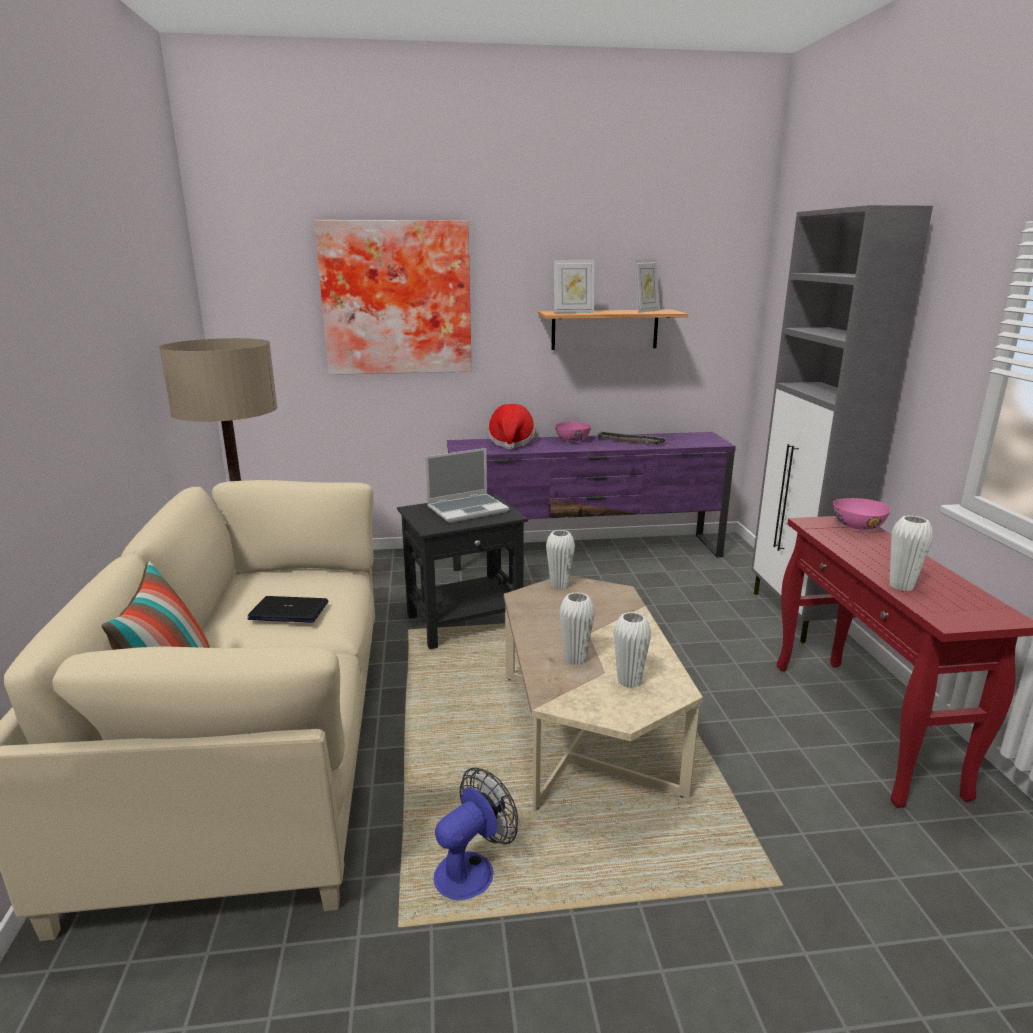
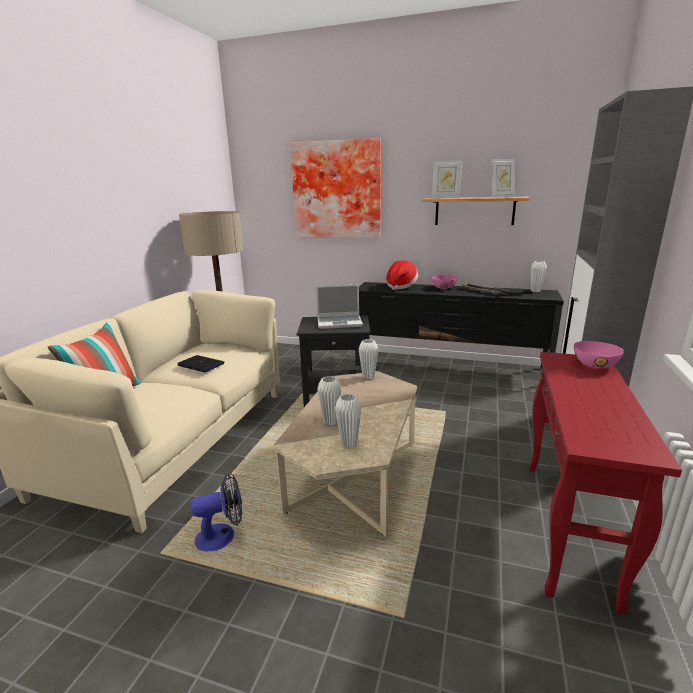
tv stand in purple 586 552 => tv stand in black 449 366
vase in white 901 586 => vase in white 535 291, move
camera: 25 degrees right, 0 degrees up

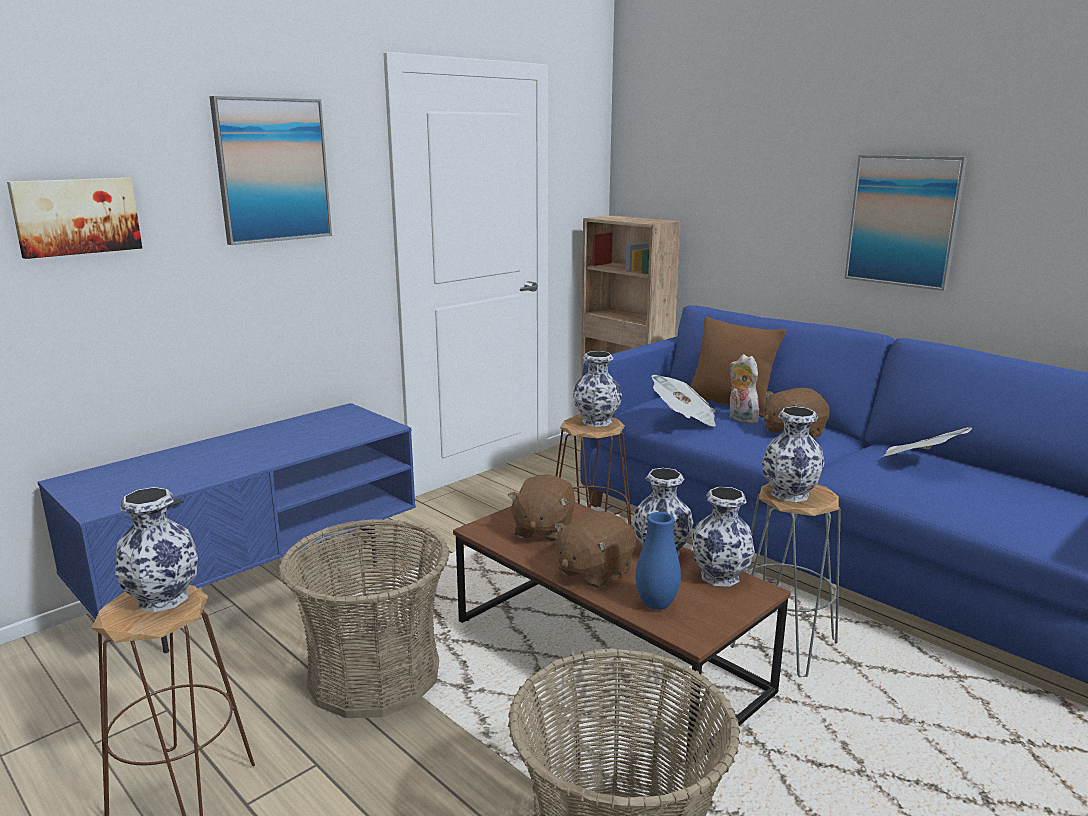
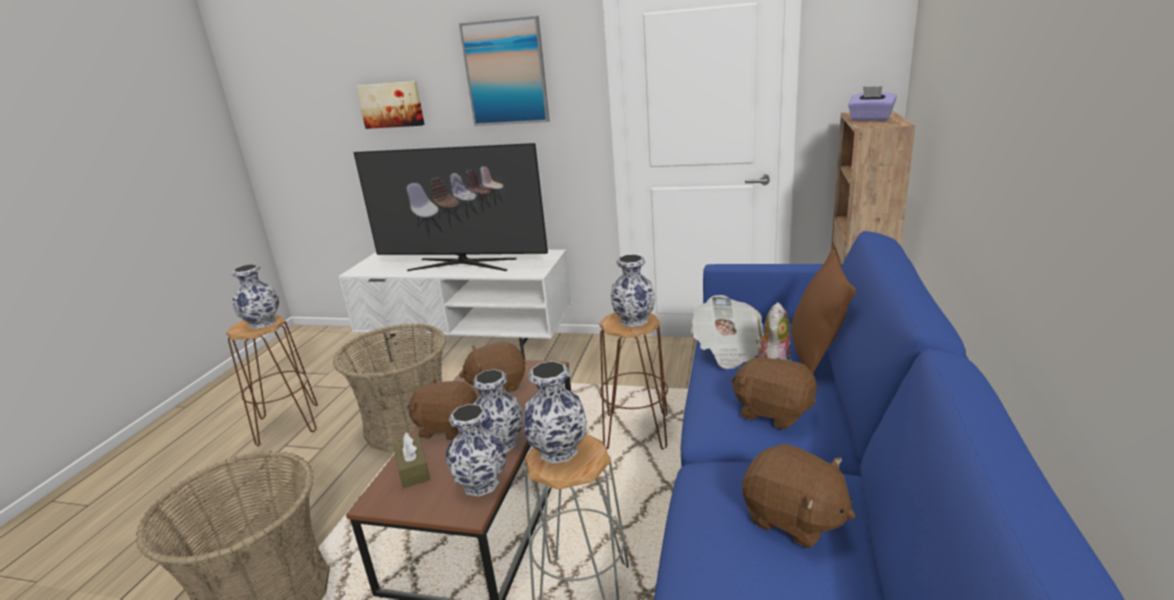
tv stand in blue 257 585 => tv stand in white 470 349
vase in blue 656 605 => tissue box in brown 413 470
picture 903 221 => nothing
newspaper 920 462 => plush toy in brown 793 519
nothing => television 462 264
nothing => tissue box in purple 870 119
camera: 60 degrees right, 5 degrees up

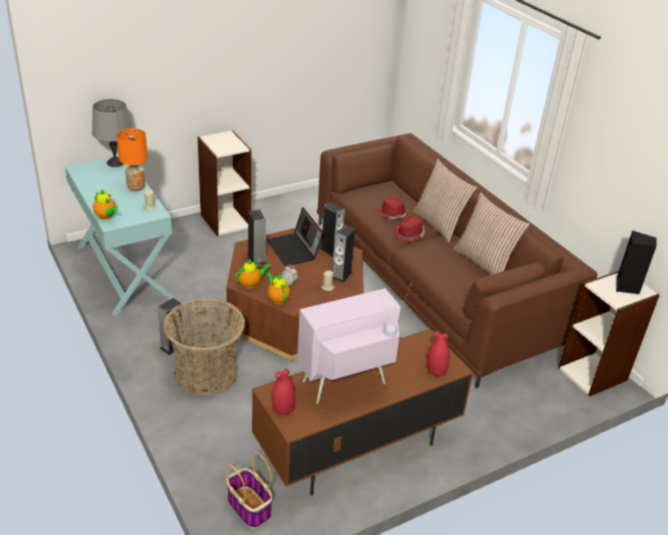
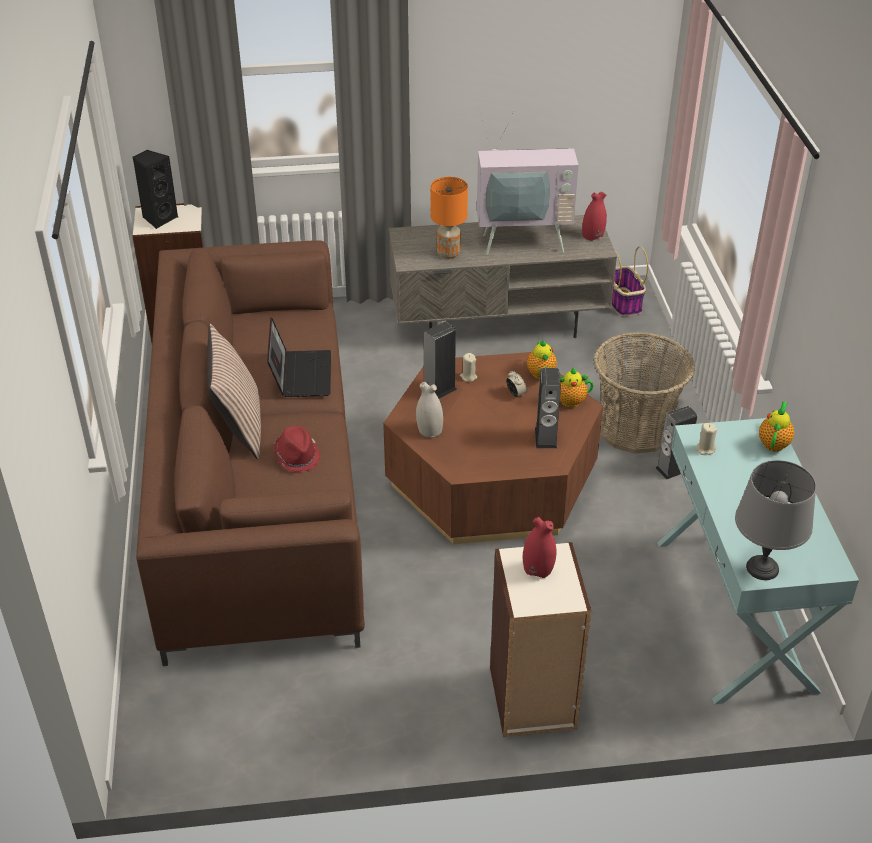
teapot 106 217 => teapot 774 443, 45 degrees clockwise
table lamp in orange 136 187 => table lamp in orange 448 254, move
tv stand in brown 357 448 => tv stand in grey 499 322
laptop 294 250 => laptop 300 374, move
speaker 331 250 => vase in white 429 430
hat in red 409 234 => nothing
vase in red 436 370 => vase in red 538 569, move
pillow 484 262 => nothing
camera: 155 degrees left, 5 degrees up

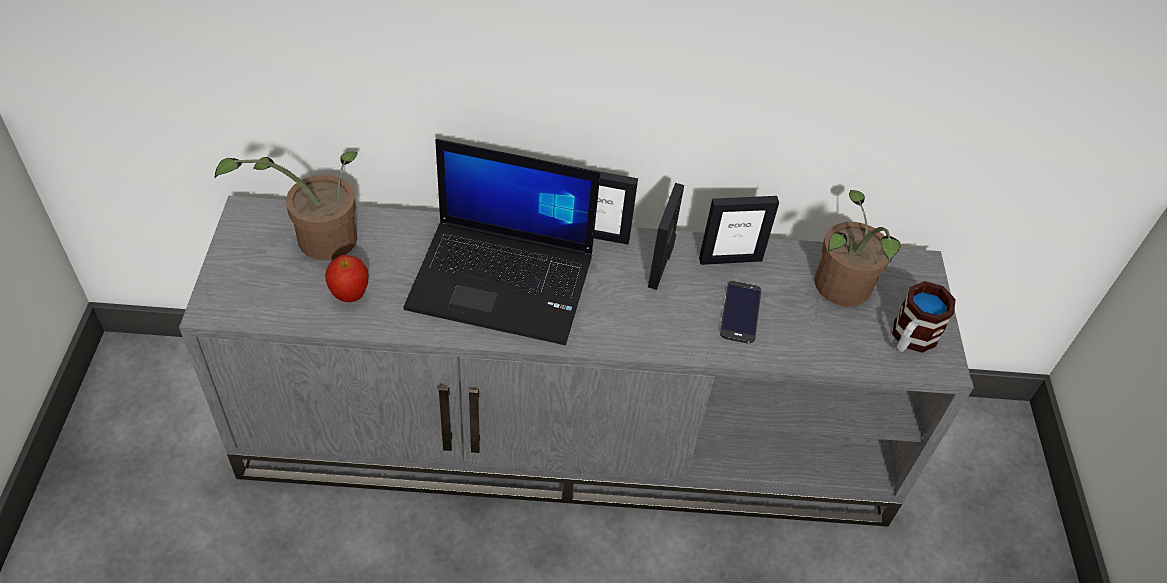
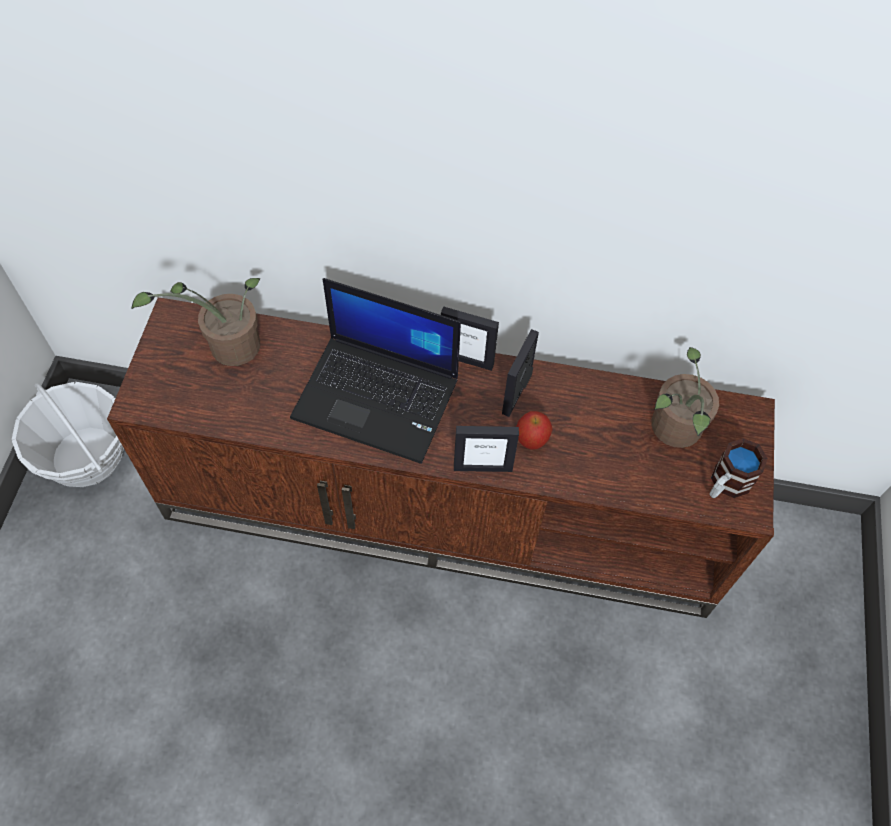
tv stand in grey 572 435 => tv stand in brown 445 507
apple 350 295 => apple 531 441, move
picture frame 730 259 => picture frame 482 467, move
phone 740 312 => nothing
nothing => basket 86 456
camera: 10 degrees right, 10 degrees up

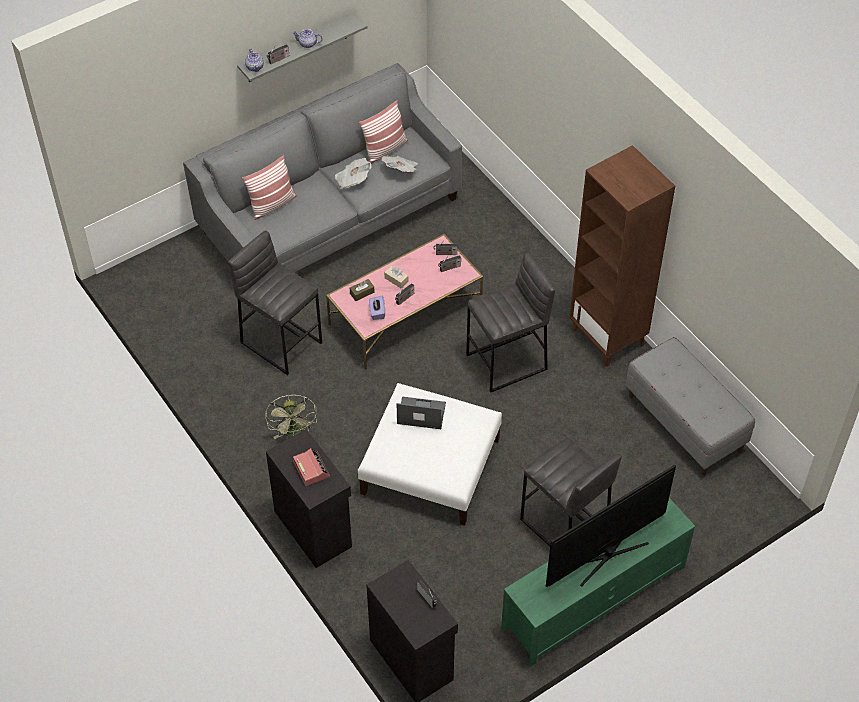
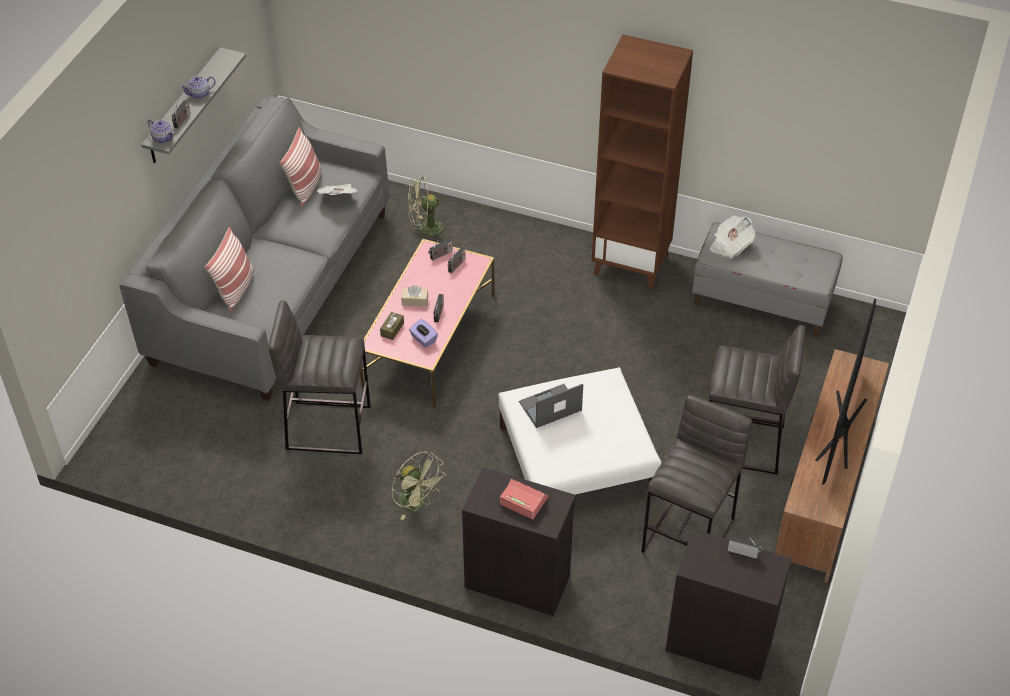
newspaper 352 180 => newspaper 730 245, move
stool in grey 507 362 => stool in grey 689 535, move
tv stand in green 593 598 => tv stand in brown 824 491
nothing => fan in green 425 230
camera: 35 degrees left, 5 degrees down

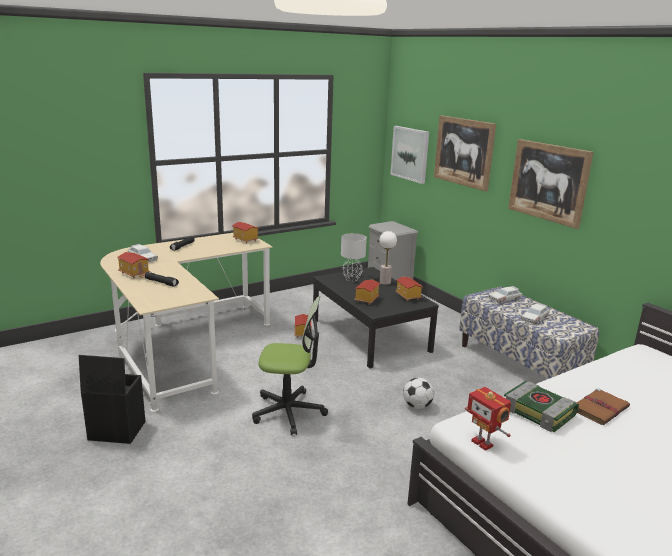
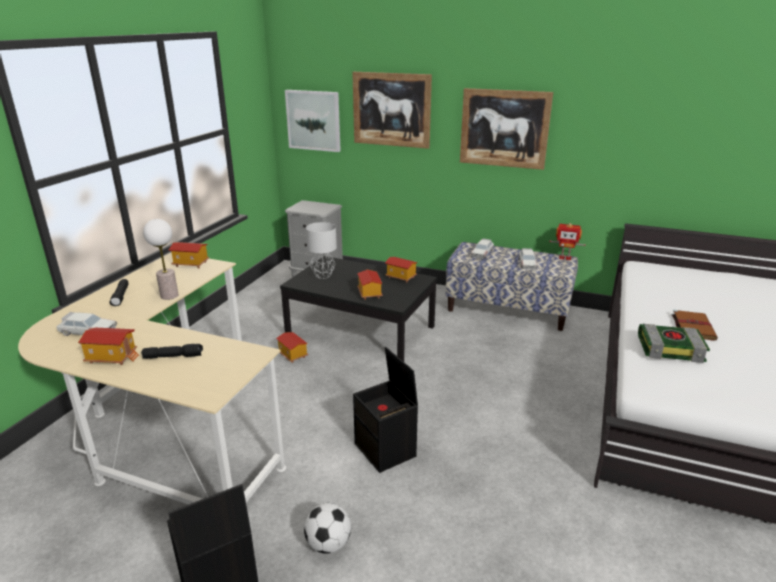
office chair 289 412 => storage box in black 386 450
table lamp 385 282 => table lamp 169 296, move
football 417 406 => football 328 544, move
toy robot 483 443 => toy robot 565 257, move
camera: 35 degrees left, 5 degrees up

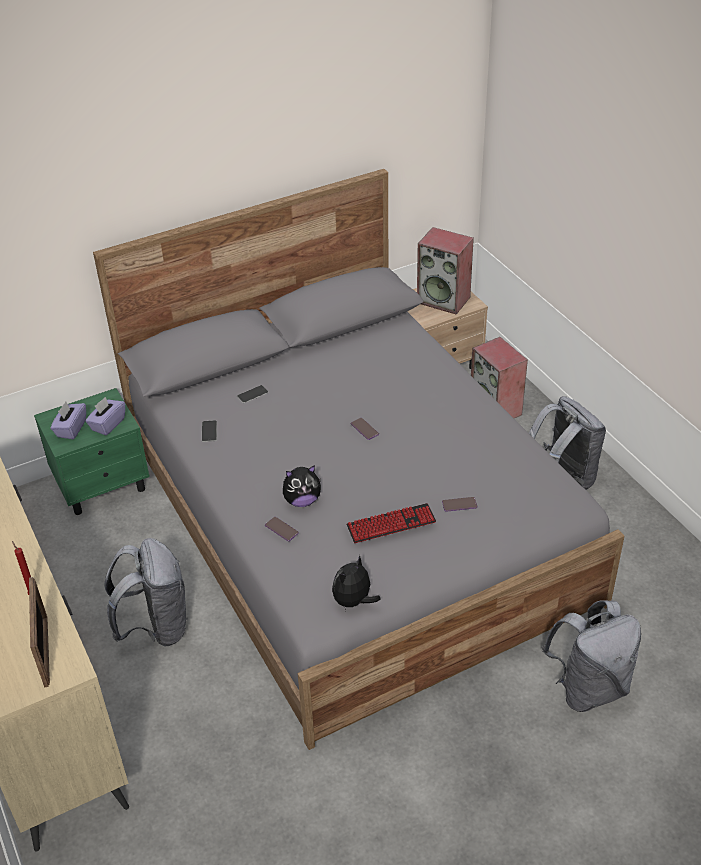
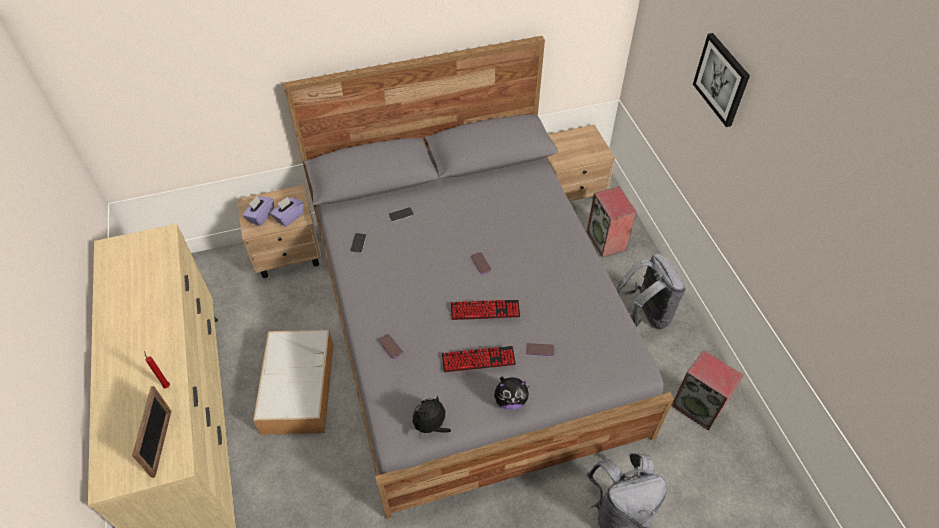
nightstand in green 103 485 => nightstand in beige 289 255
backpack in grey 156 627 => storage box 298 386
plush toy 302 500 => plush toy 510 400, move
speaker 444 300 => speaker 698 406, move
nothing => keyboard 485 310
nothing => picture 722 79
camera: 10 degrees right, 10 degrees up

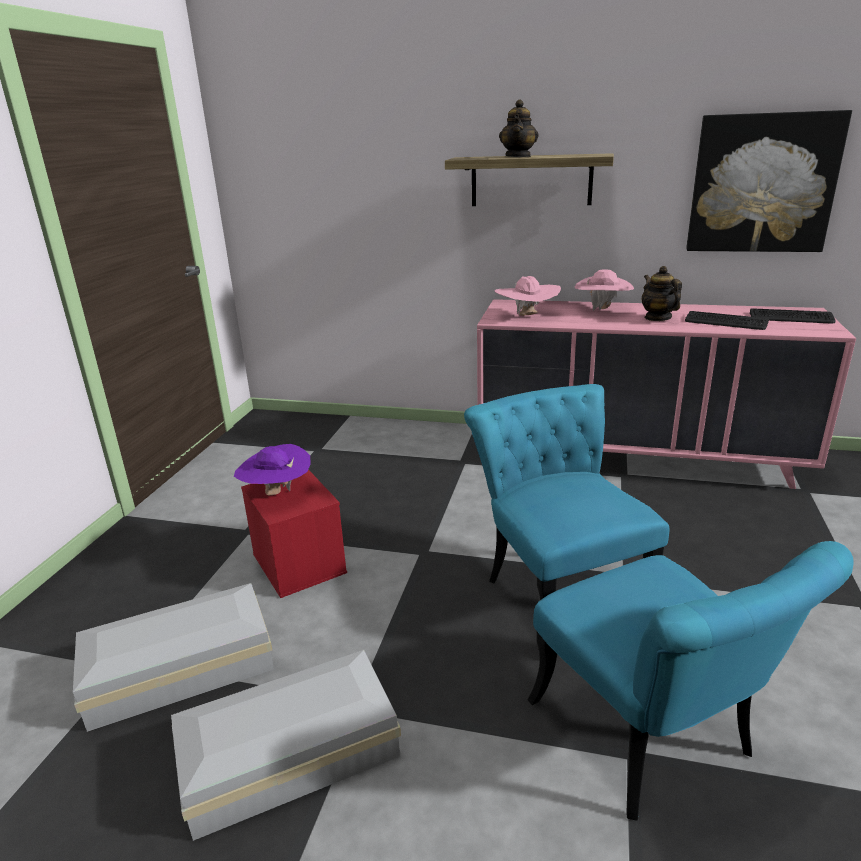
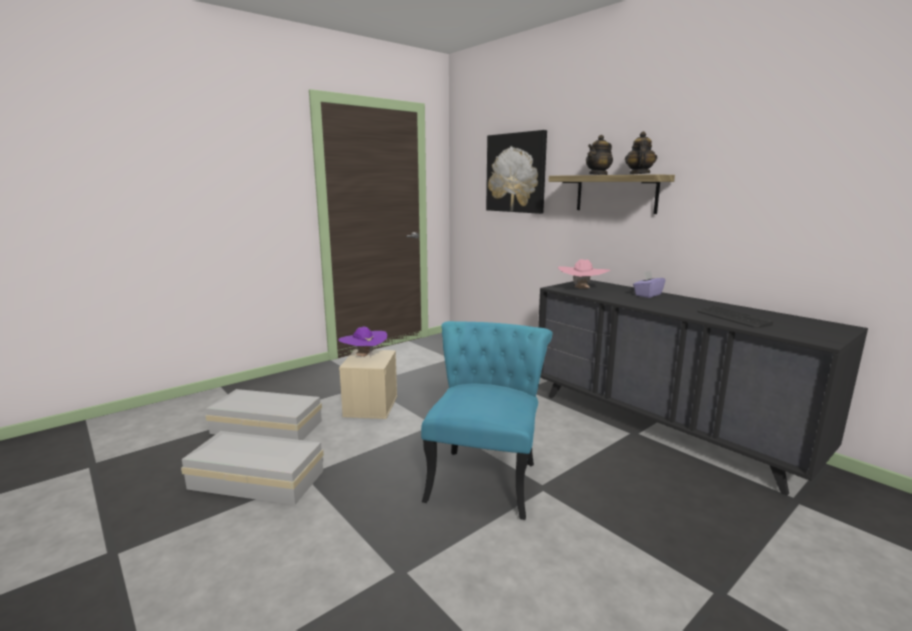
storage box in red 297 563 => storage box in beige 370 405
dresser in pink 637 457 => dresser in black 663 426
chair in turquoise 654 743 => nothing
hat in pink 602 309 => tissue box in purple 647 295
teapot 657 318 => teapot 639 174, move
picture 762 184 => picture 516 173, move
keyboard 791 317 => nothing
camera: 35 degrees right, 10 degrees down

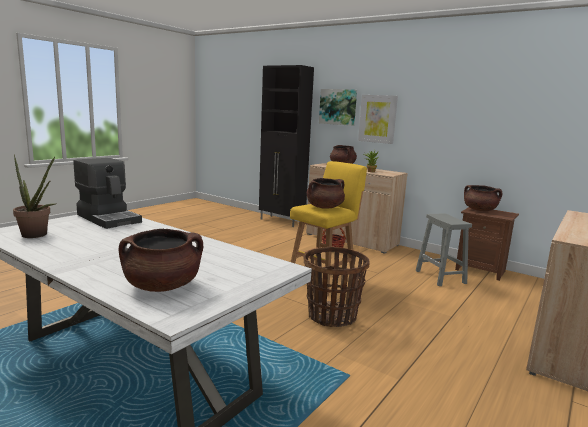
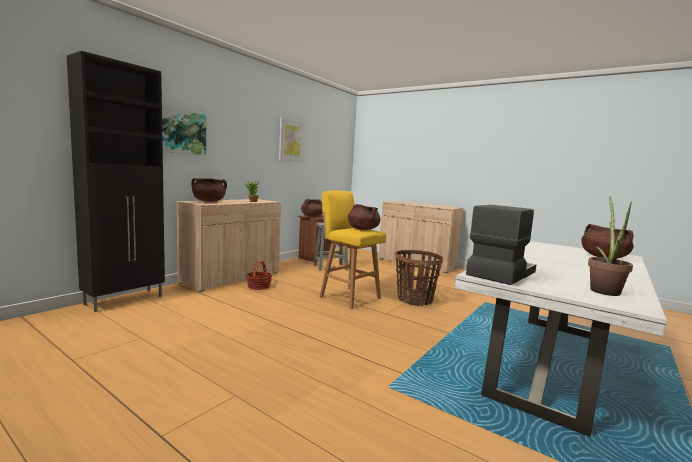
picture 377 119 => picture 291 140, move
camera: 90 degrees left, 5 degrees down

